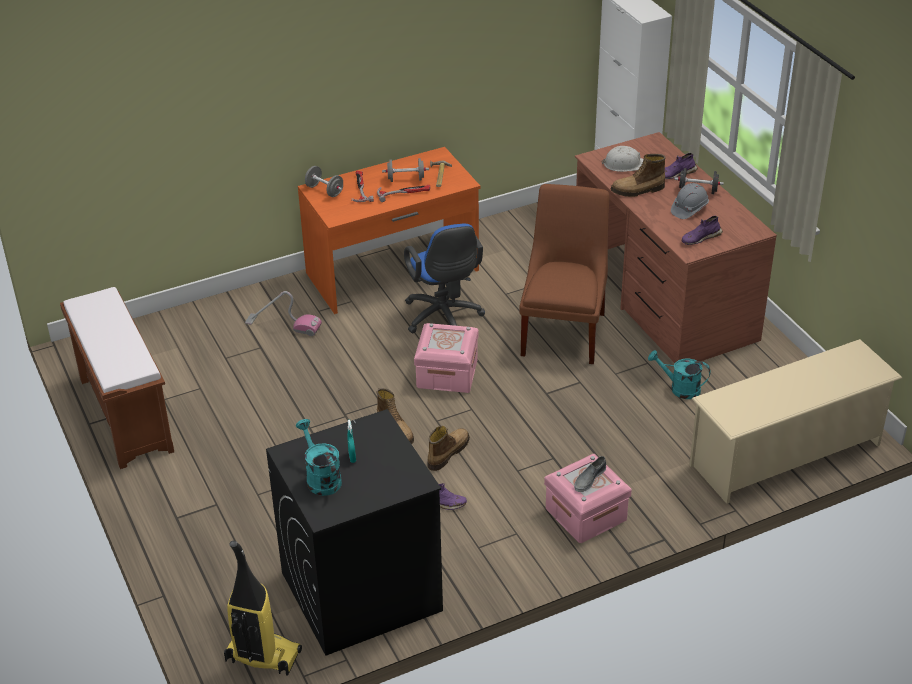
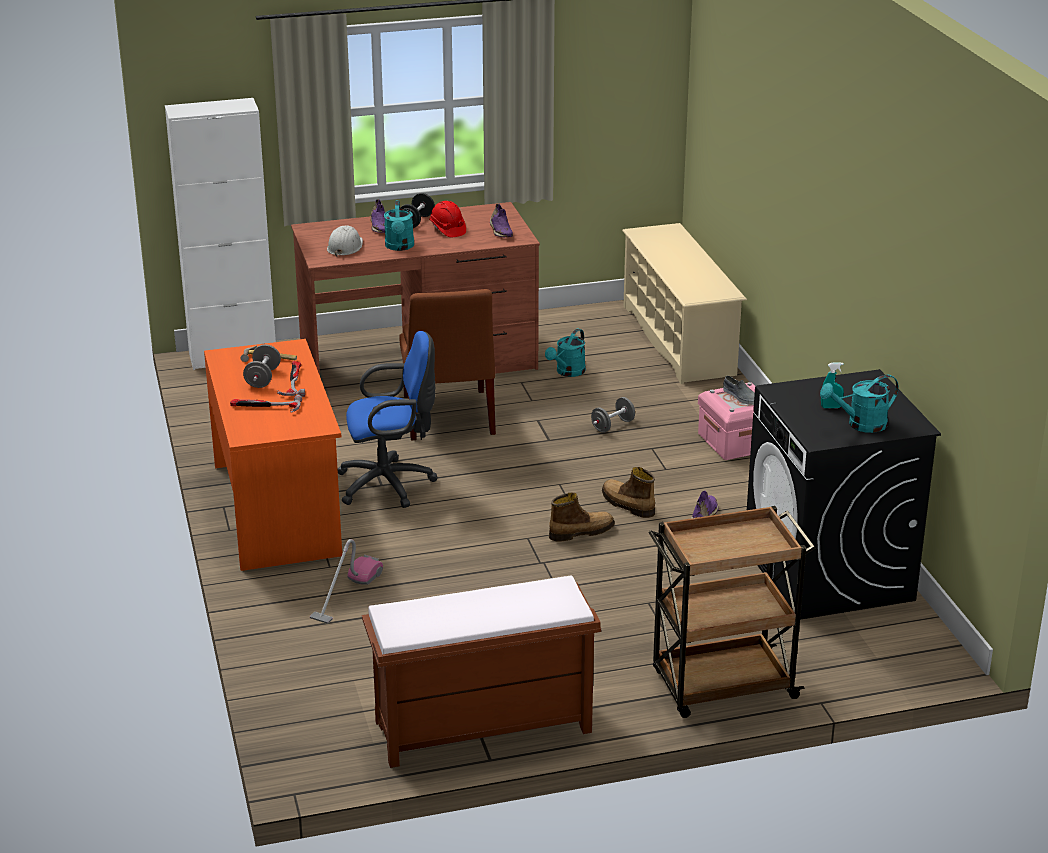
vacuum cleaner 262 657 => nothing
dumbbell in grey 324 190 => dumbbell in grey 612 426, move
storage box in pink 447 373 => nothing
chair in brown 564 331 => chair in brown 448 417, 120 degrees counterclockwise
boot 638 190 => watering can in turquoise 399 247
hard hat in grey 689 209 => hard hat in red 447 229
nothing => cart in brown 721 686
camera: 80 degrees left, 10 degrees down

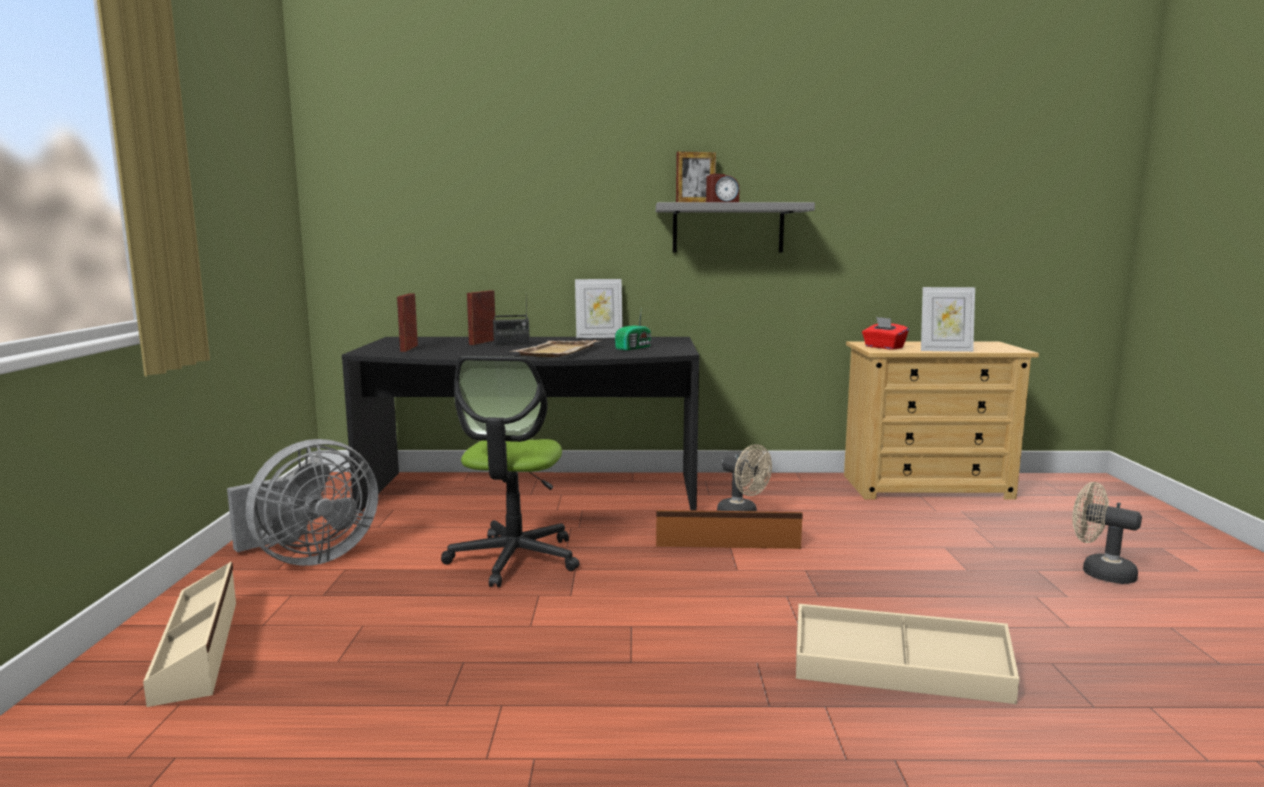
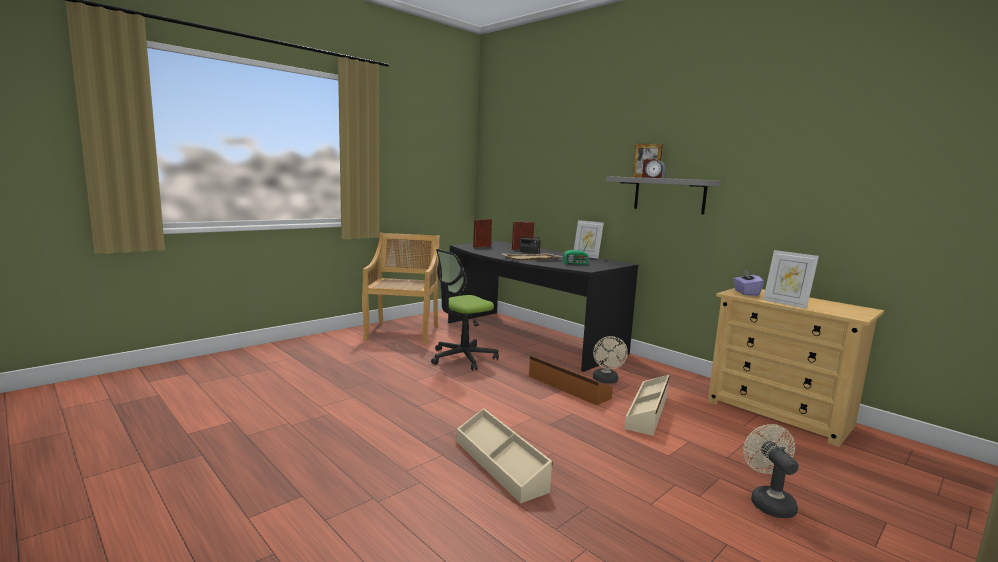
storage box in beige 200 648 => storage box in beige 648 412, move
fan in grey 308 558 => chair in beige 402 332
tissue box in red 883 347 => tissue box in purple 746 293
camera: 45 degrees right, 0 degrees up

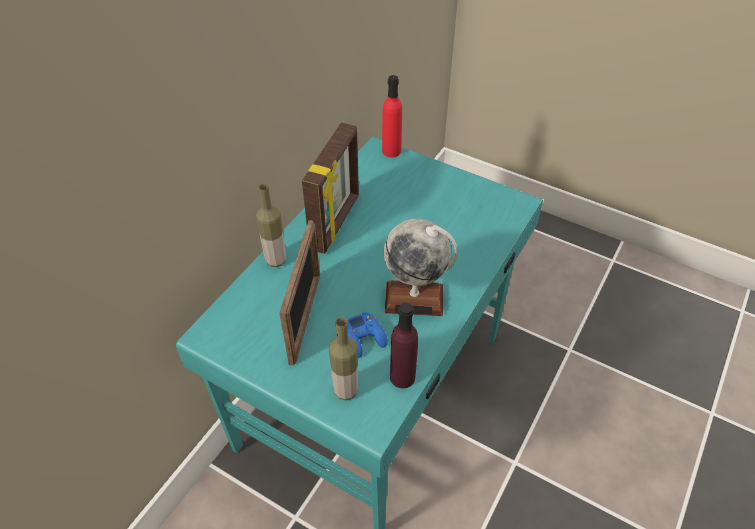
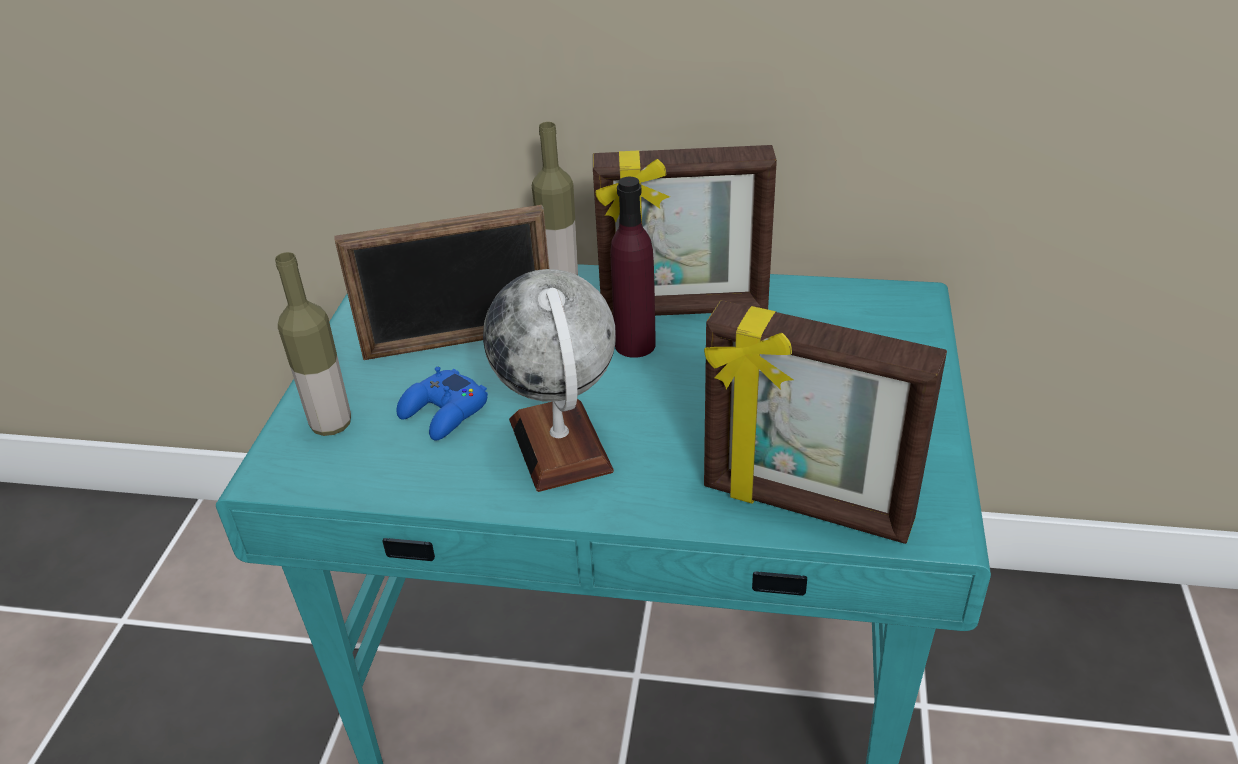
bottle in red 391 151 => nothing
bottle in purple 402 377 => bottle in purple 635 345, move
nothing => picture frame 805 507
camera: 70 degrees right, 10 degrees down

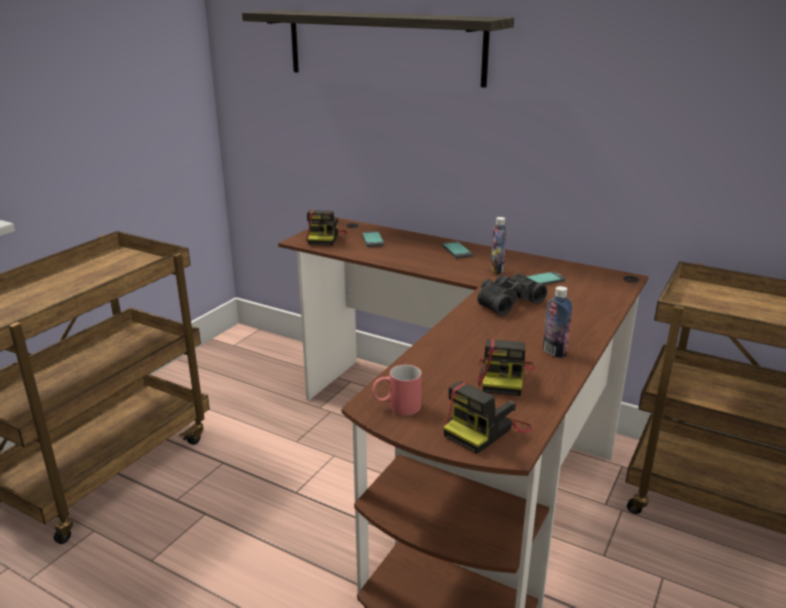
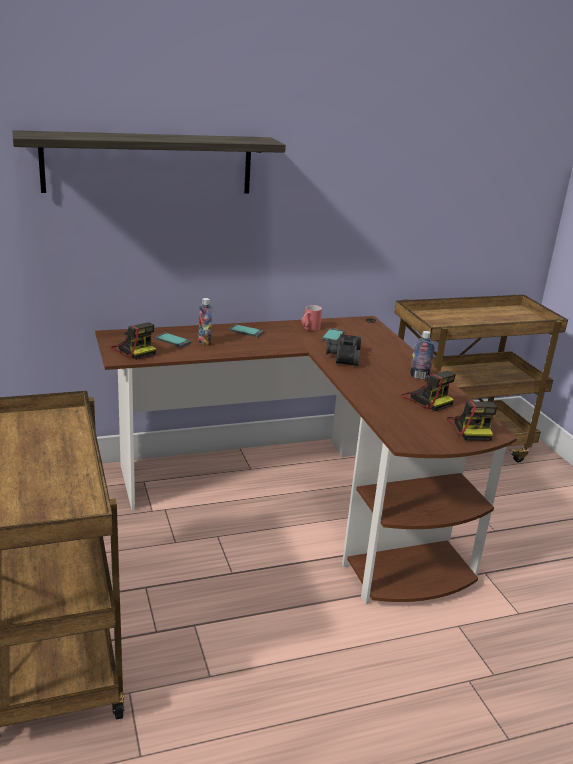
mug in red 396 407 => mug in red 309 328, move
bottle 497 270 => bottle 204 342, move
camera: 50 degrees left, 0 degrees up

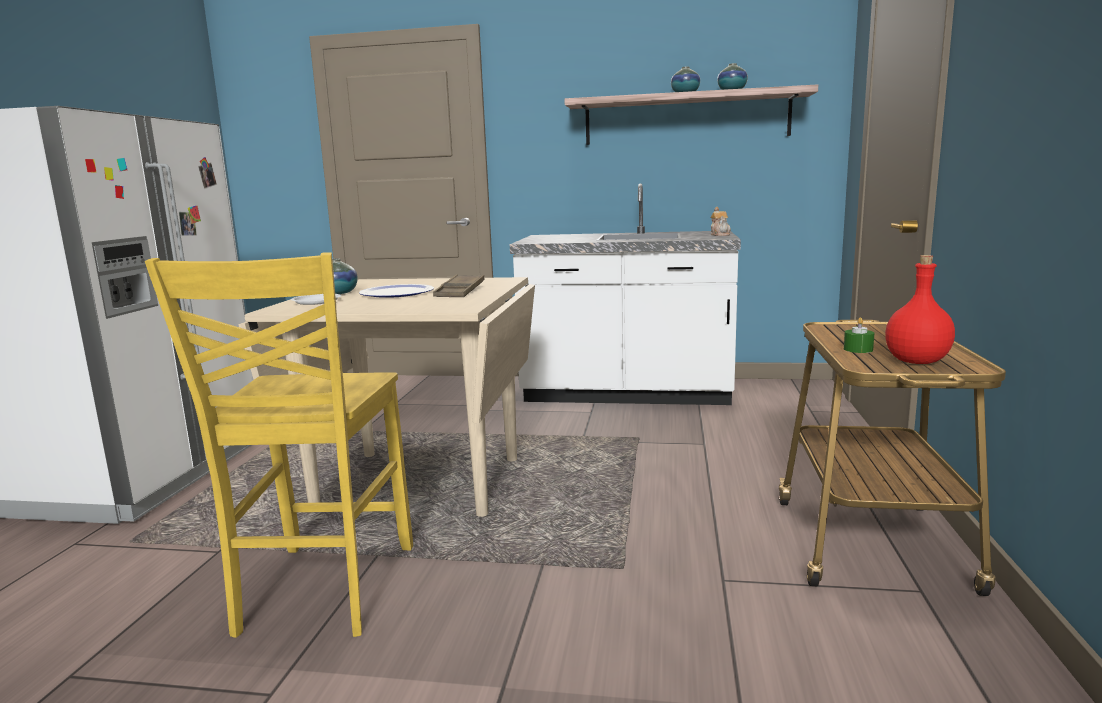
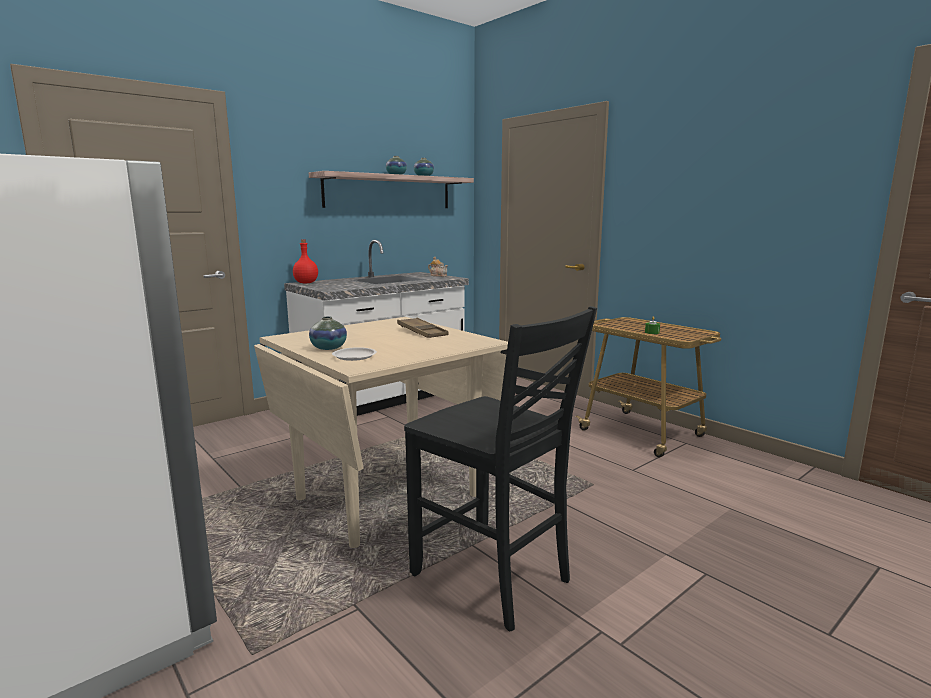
chair in yellow 323 590 => chair in black 493 578
plate 396 293 => nothing
bottle in red 916 362 => bottle in red 306 283, move
camera: 50 degrees left, 0 degrees up

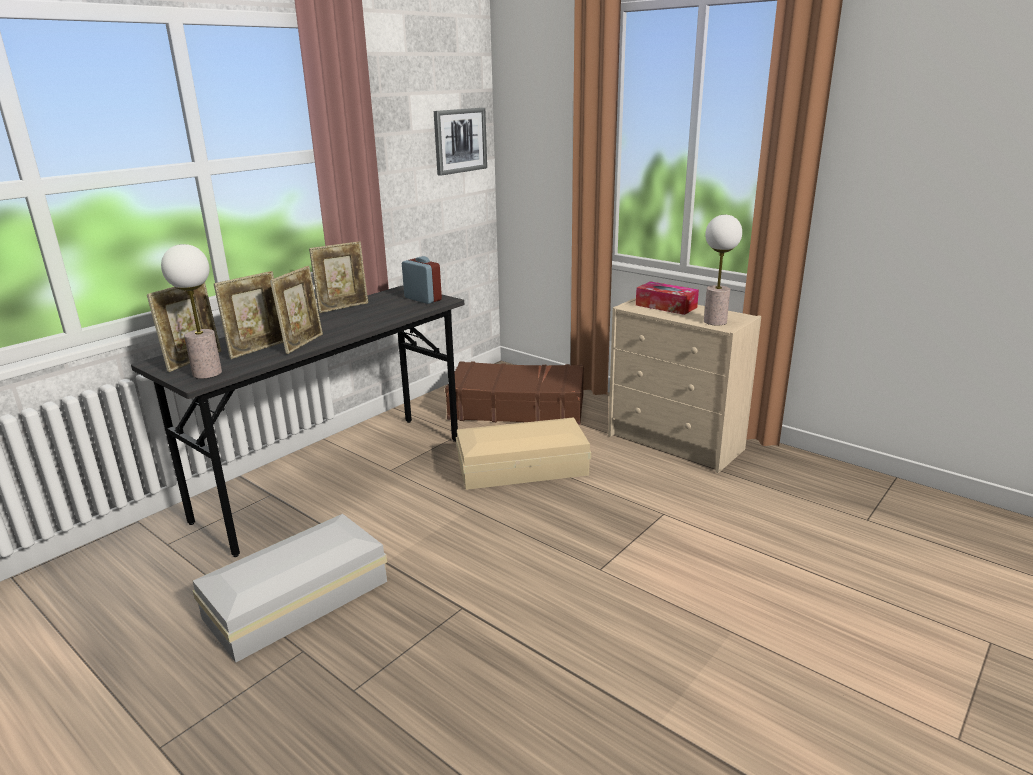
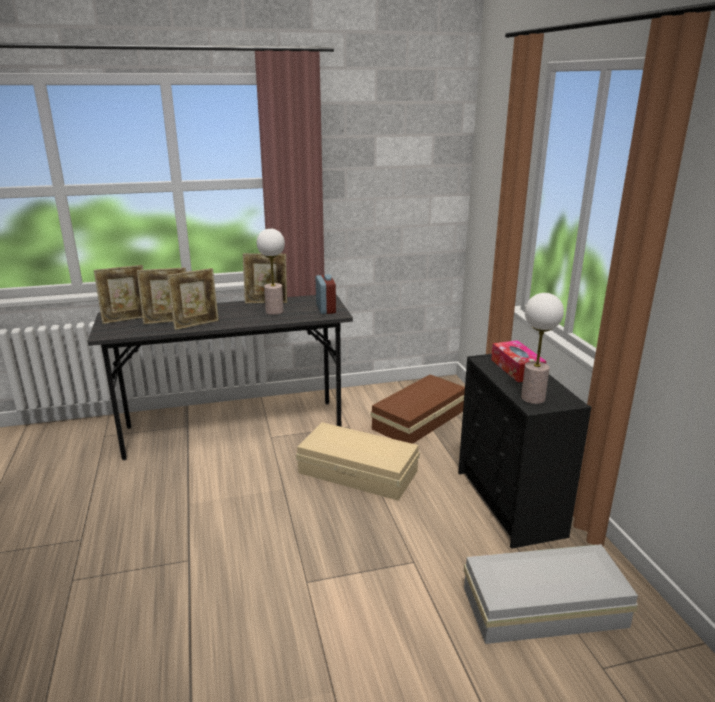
table lamp 207 373 => table lamp 274 312, move
storage box in white 301 599 => storage box in white 547 608, move
picture 459 140 => nothing
suitcase in brown 517 407 => storage box in brown 417 419
dresser in beige 676 443 => dresser in black 510 504
camera: 35 degrees right, 0 degrees up

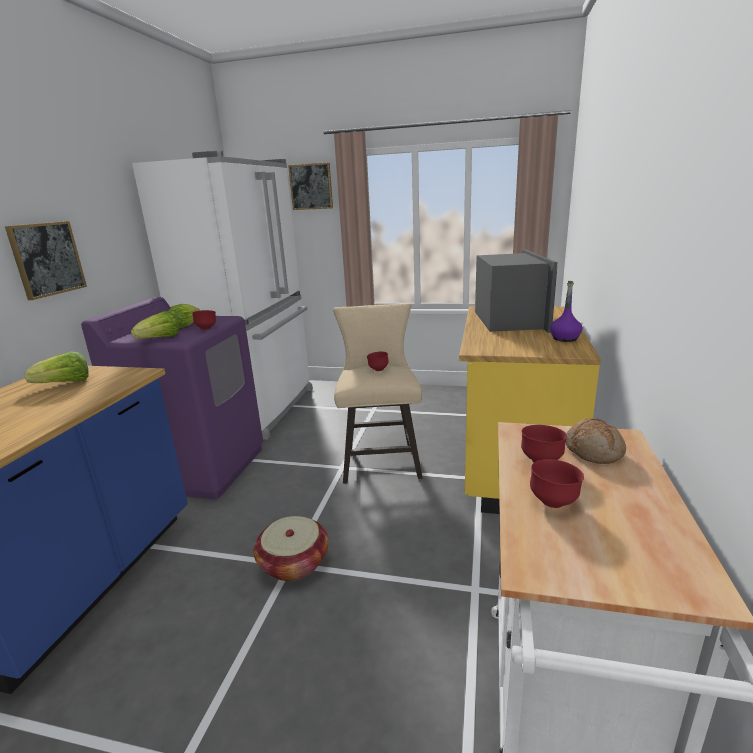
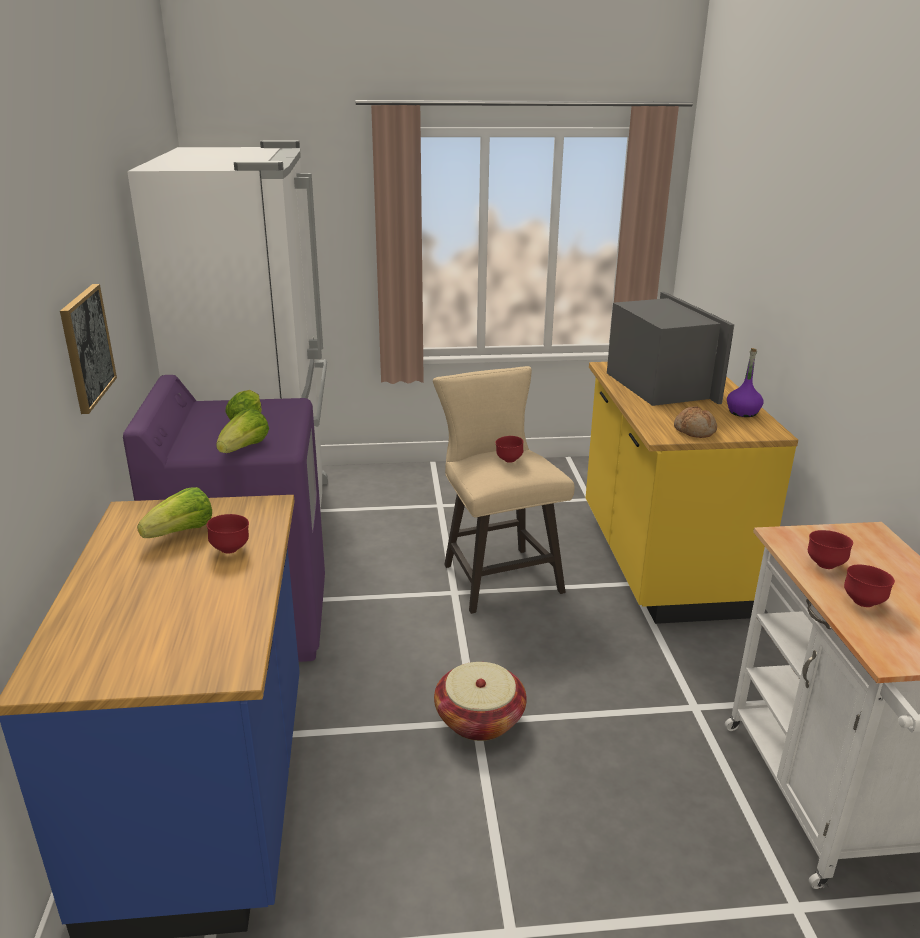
bowl in red 206 328 => bowl in red 231 549, move
picture 311 186 => nothing
bread 594 451 => bread 695 431, move
camera: 20 degrees left, 5 degrees up

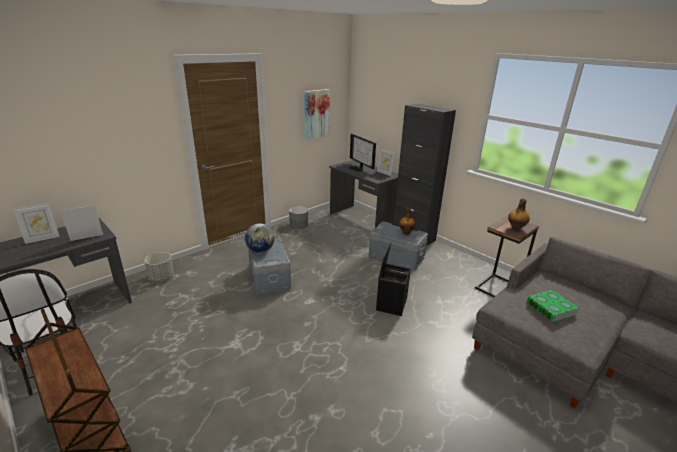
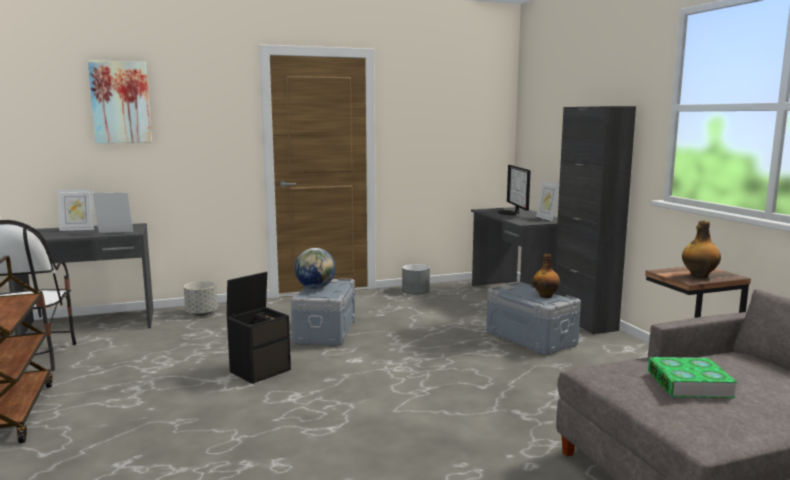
picture 316 114 => picture 120 102, move
storage box in black 391 304 => storage box in black 260 370, move
camera: 25 degrees right, 15 degrees down

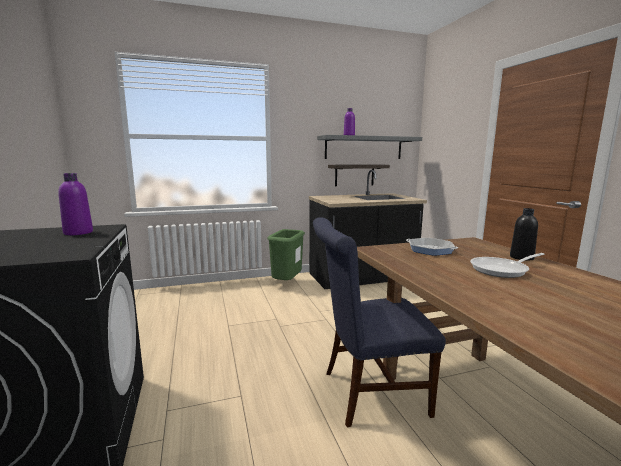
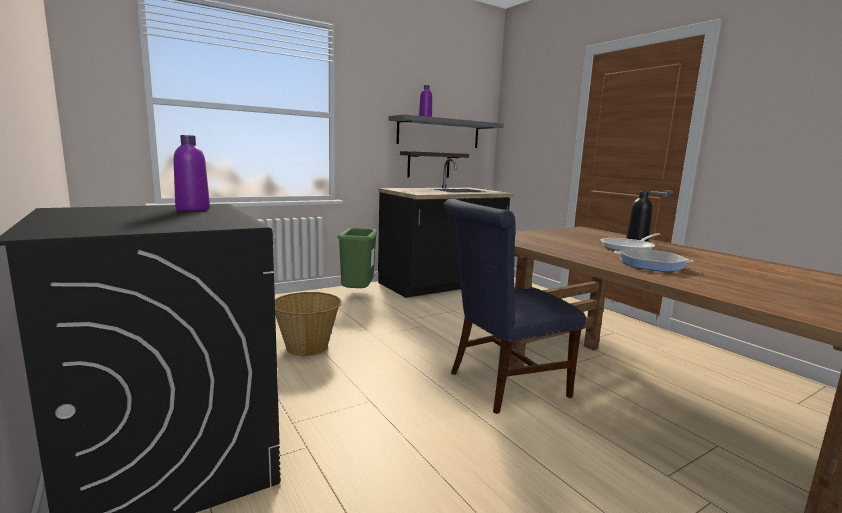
frying pan 430 250 => frying pan 651 265, move
nothing => basket 307 347
camera: 15 degrees left, 0 degrees up

